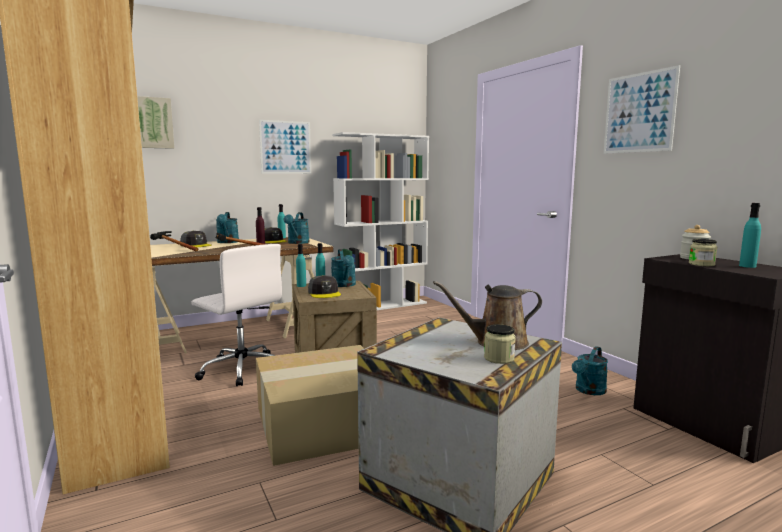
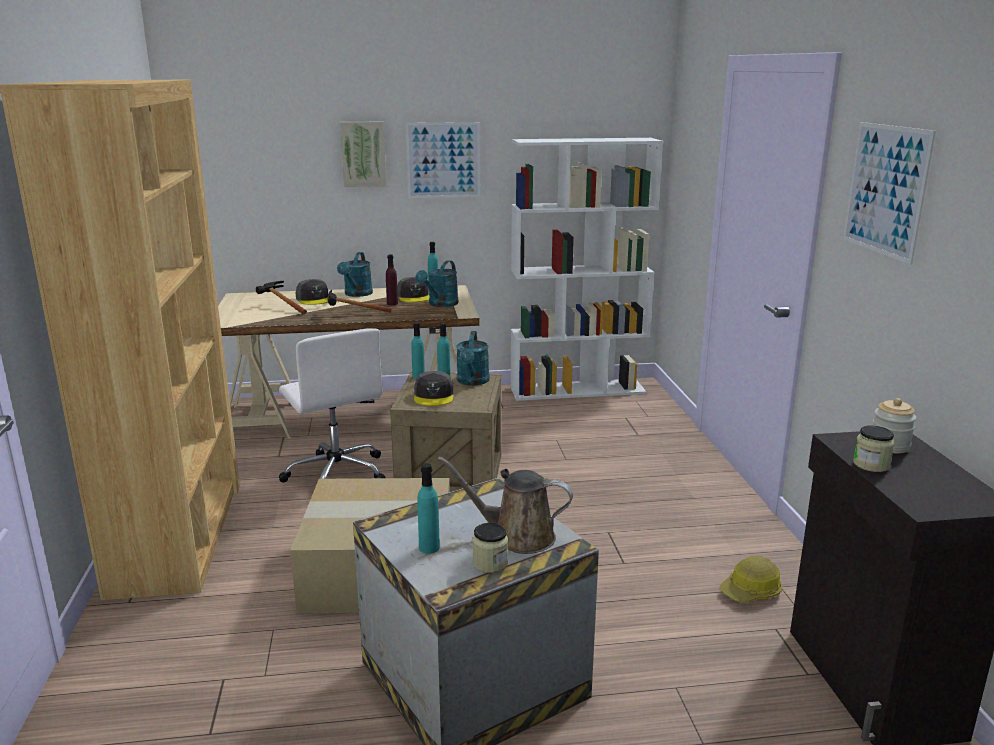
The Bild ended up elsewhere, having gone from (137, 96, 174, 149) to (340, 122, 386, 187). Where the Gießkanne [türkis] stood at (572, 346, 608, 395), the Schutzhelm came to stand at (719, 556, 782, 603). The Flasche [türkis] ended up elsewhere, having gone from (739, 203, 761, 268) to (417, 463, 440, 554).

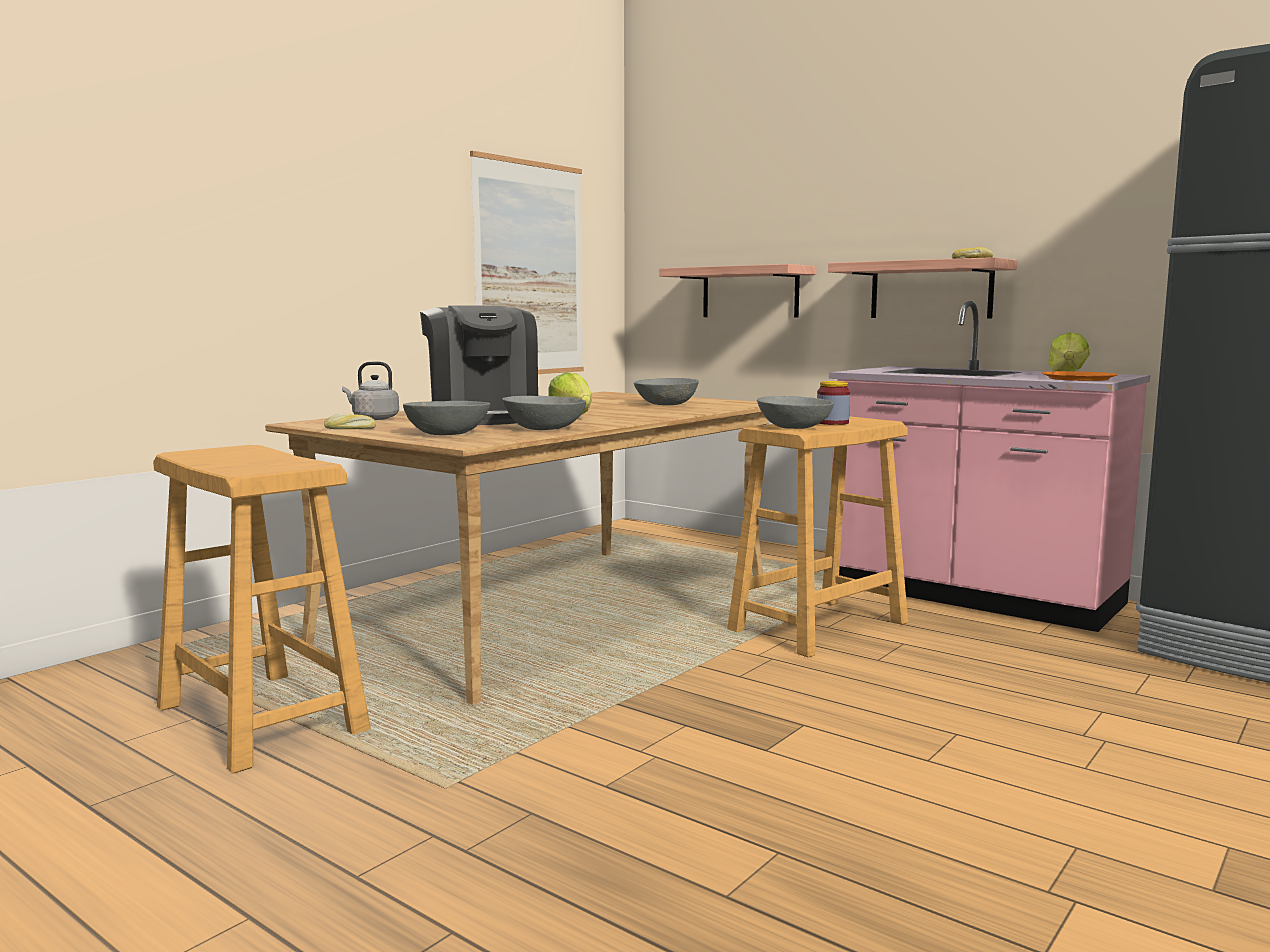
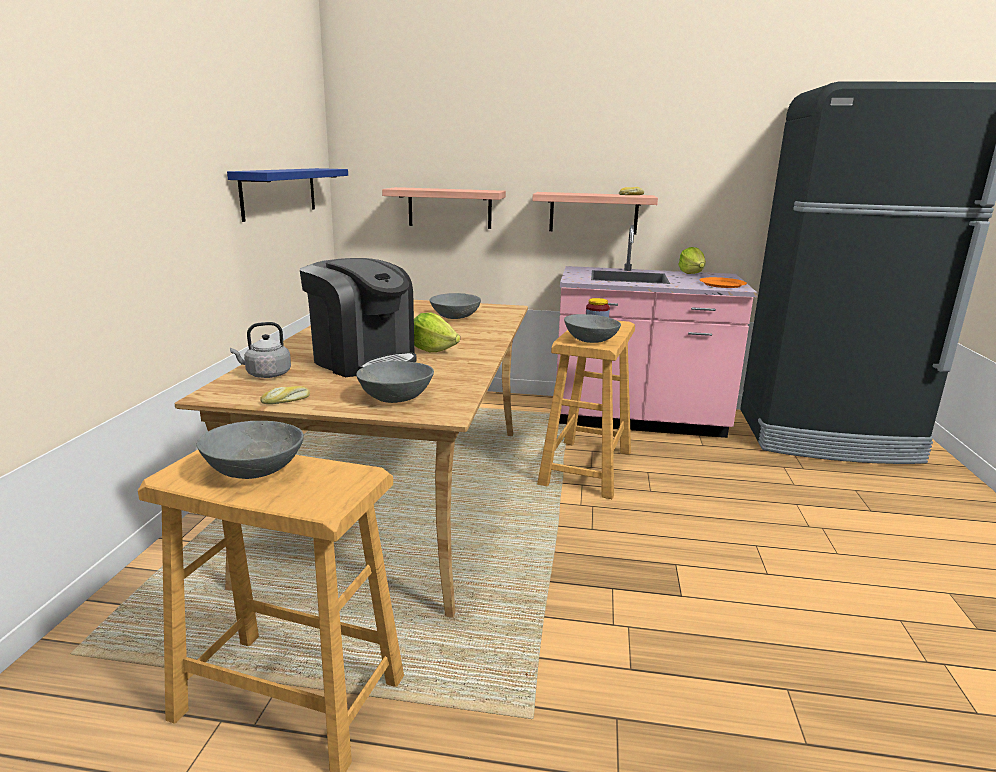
Where the Bild hung at (470, 151, 584, 374), the Wandregal [blau] came to hang at (227, 168, 348, 222). The Schüssel [grau] ended up elsewhere, having gone from (502, 396, 586, 430) to (196, 421, 304, 479).

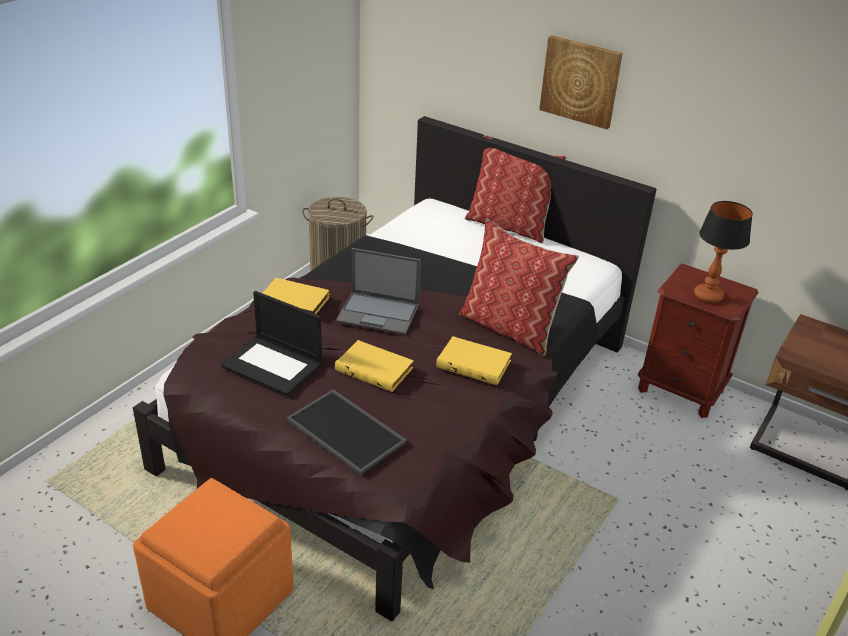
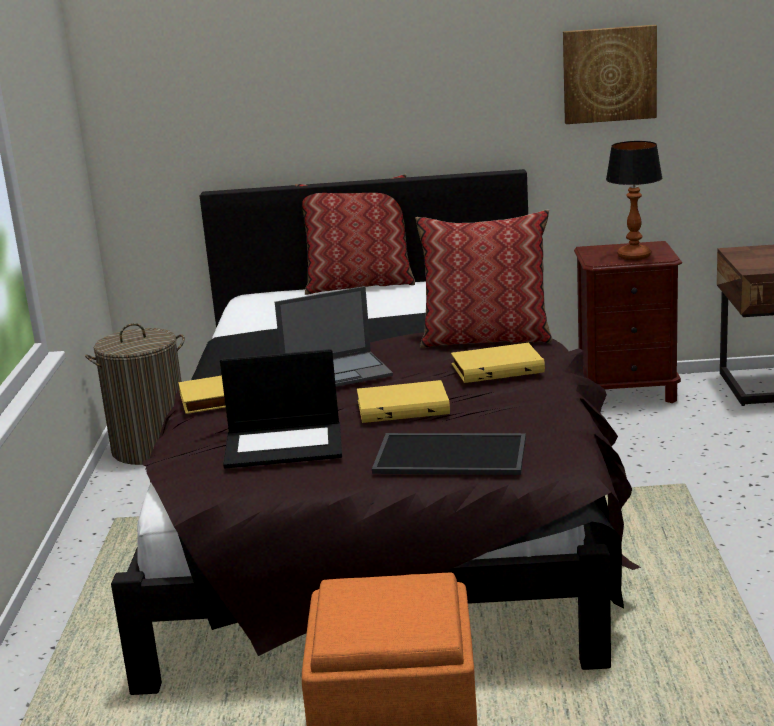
The Bild ended up elsewhere, having gone from (539, 35, 623, 129) to (563, 25, 657, 124).

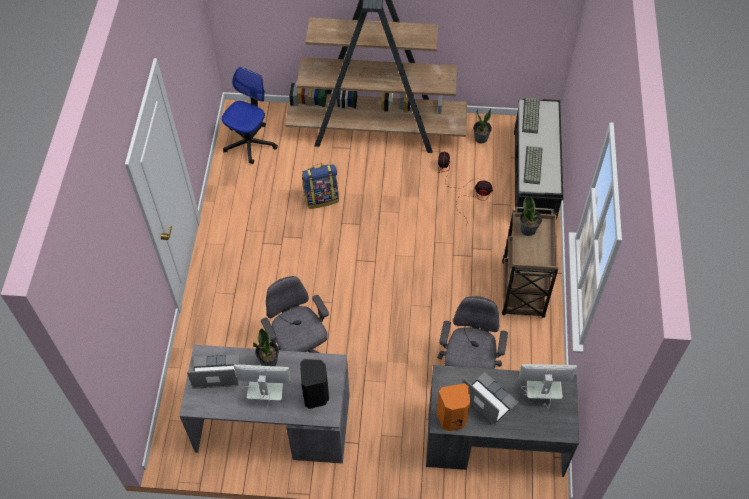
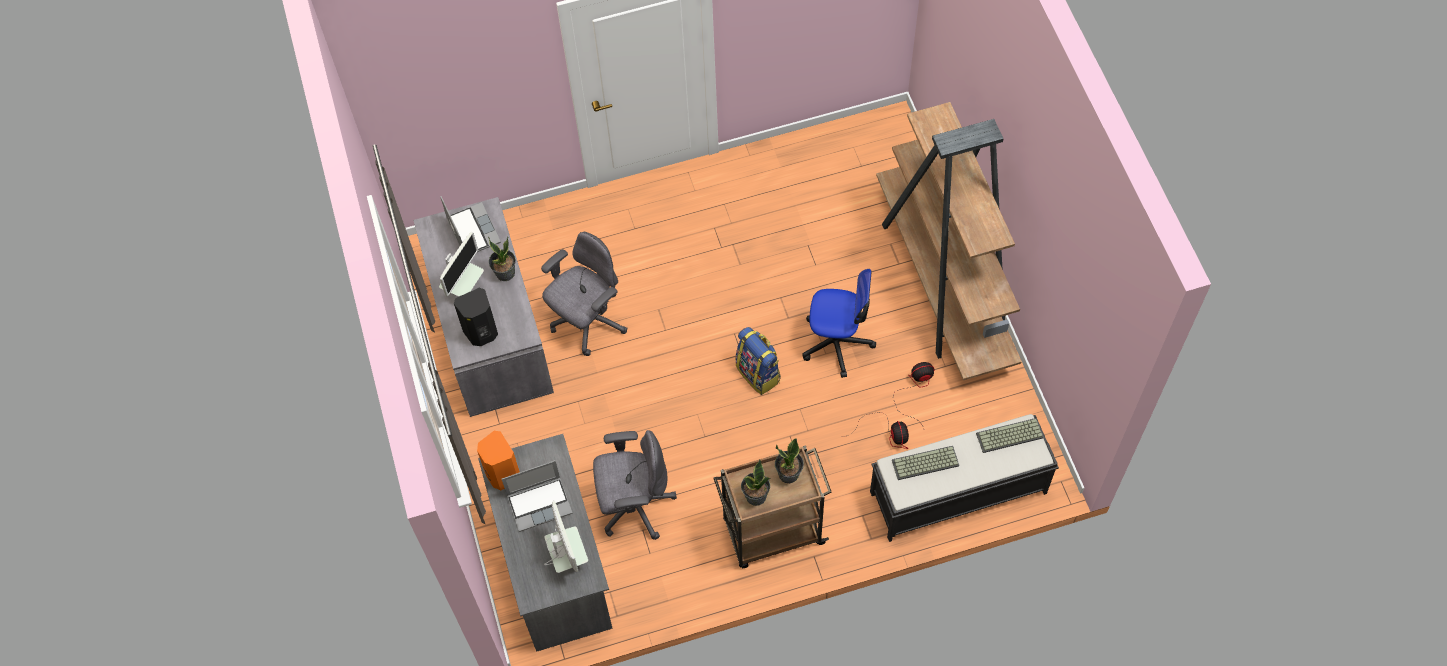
The Bürostuhl ended up elsewhere, having gone from (222, 67, 278, 164) to (802, 269, 876, 378). The Monitor at (234, 364, 291, 410) ended up facing another way, 45 degrees clockwise from before. The Rucksack ended up elsewhere, having gone from (302, 163, 339, 209) to (736, 327, 781, 395). The Laptop at (463, 372, 519, 425) ended up facing another way, 45 degrees clockwise from before. The Topfpflanze ended up elsewhere, having gone from (473, 108, 492, 143) to (741, 460, 770, 506).

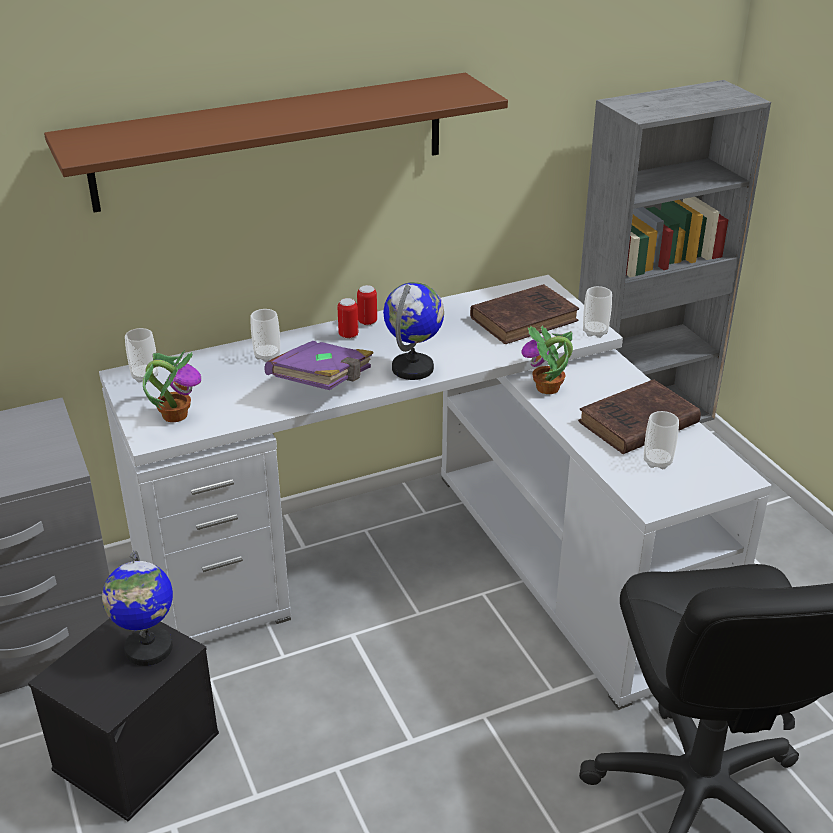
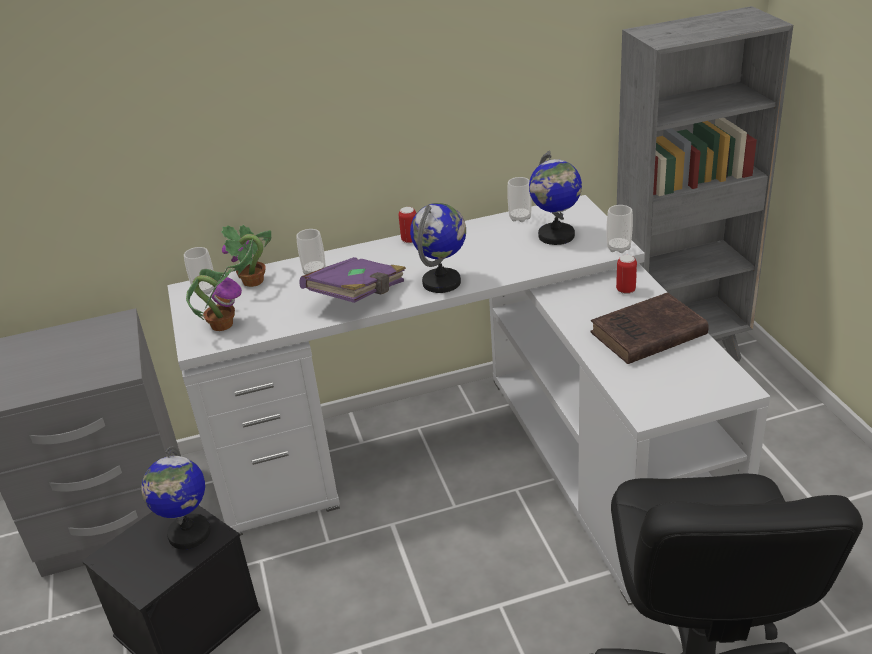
The second view lost the Wandregal [braun] at (44, 73, 508, 212). The Dose ended up elsewhere, having gone from (337, 298, 358, 339) to (616, 255, 637, 294). Where the Buch [braun] stood at (470, 284, 579, 344), the Globus came to stand at (529, 151, 582, 245). The Topfpflanze ended up elsewhere, having gone from (521, 325, 573, 394) to (221, 225, 271, 287). The Tasse ended up elsewhere, having gone from (644, 411, 679, 469) to (507, 177, 532, 222).

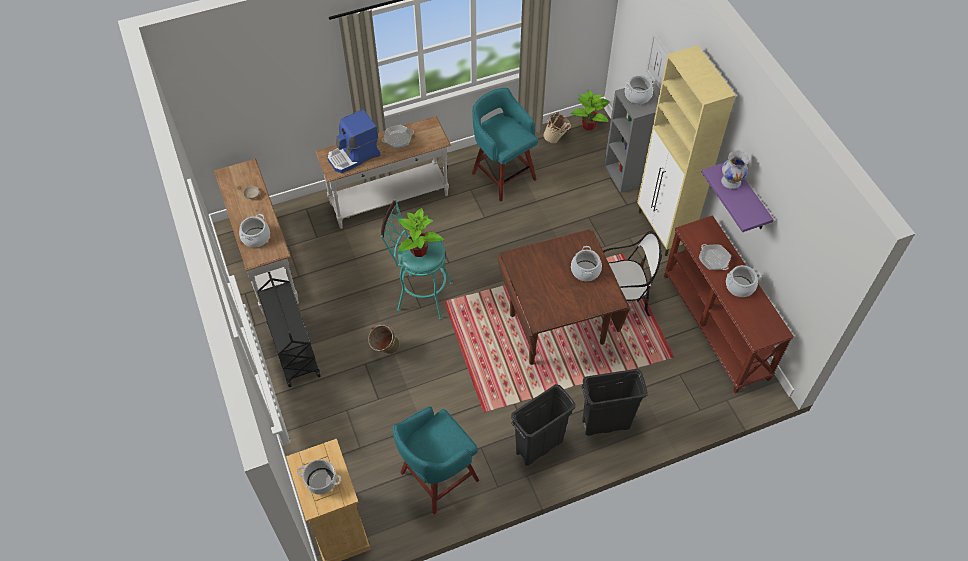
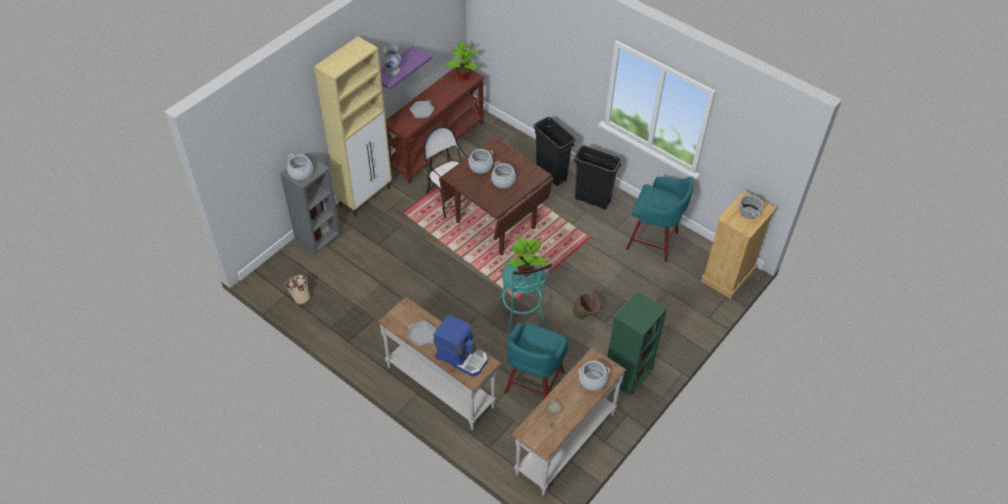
Where the Rollwagen [schwarz] stood at (257, 272, 321, 387), the Bücherregal [grün] came to stand at (607, 291, 667, 396). The Hocker [türkis] ended up elsewhere, having gone from (472, 88, 538, 202) to (504, 322, 568, 398). The Topfpflanze ended up elsewhere, having gone from (571, 90, 609, 131) to (445, 40, 479, 81). The second view lost the Bild at (646, 32, 670, 91). The Kochtopf ended up elsewhere, having gone from (726, 265, 761, 297) to (491, 161, 516, 188).

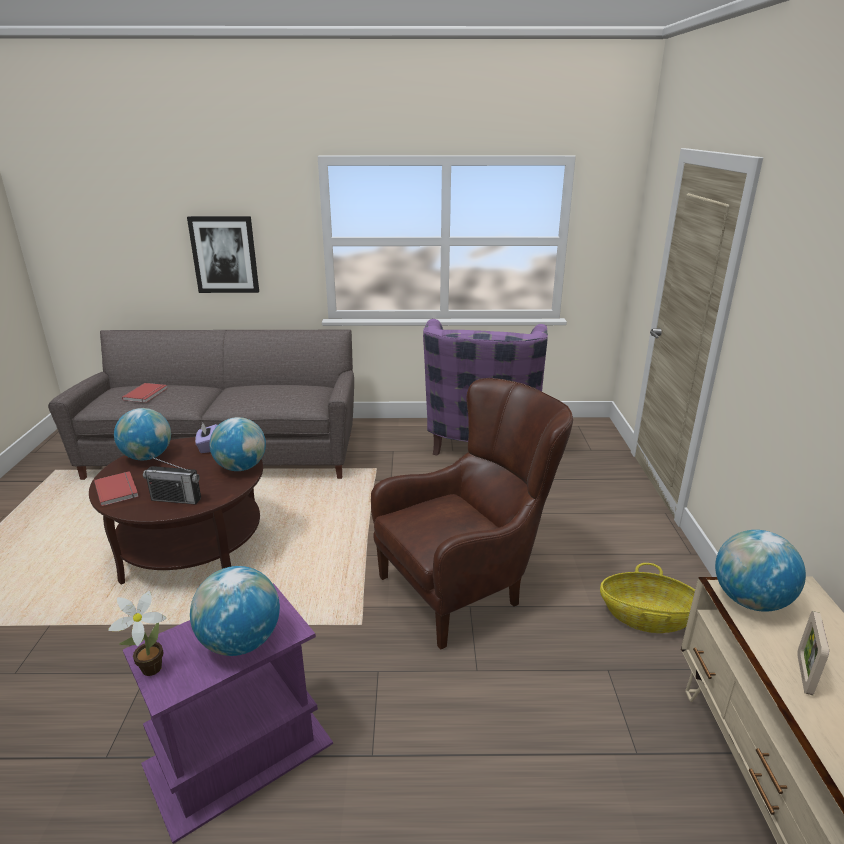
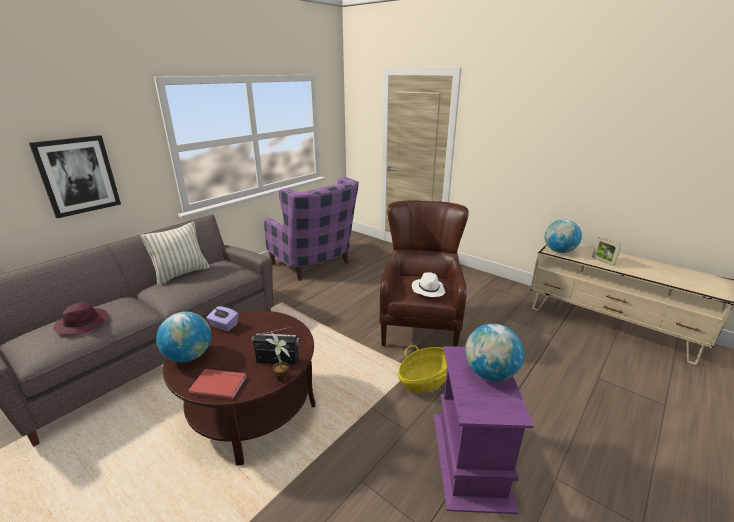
The Topfpflanze ended up elsewhere, having gone from (108, 591, 166, 676) to (266, 332, 290, 382). Where the Buch [rot] stood at (122, 383, 168, 403), the Hut [lila] came to stand at (53, 303, 108, 335). The Radio at (143, 456, 201, 505) ended up facing another way, 135 degrees counterclockwise from before. The second view lost the Globus at (210, 417, 266, 471). The Korb ended up elsewhere, having gone from (600, 563, 695, 633) to (398, 345, 447, 393). The second view gained the Kissen at (140, 222, 210, 285). The second view gained the Hut [weiß] at (412, 272, 445, 297).

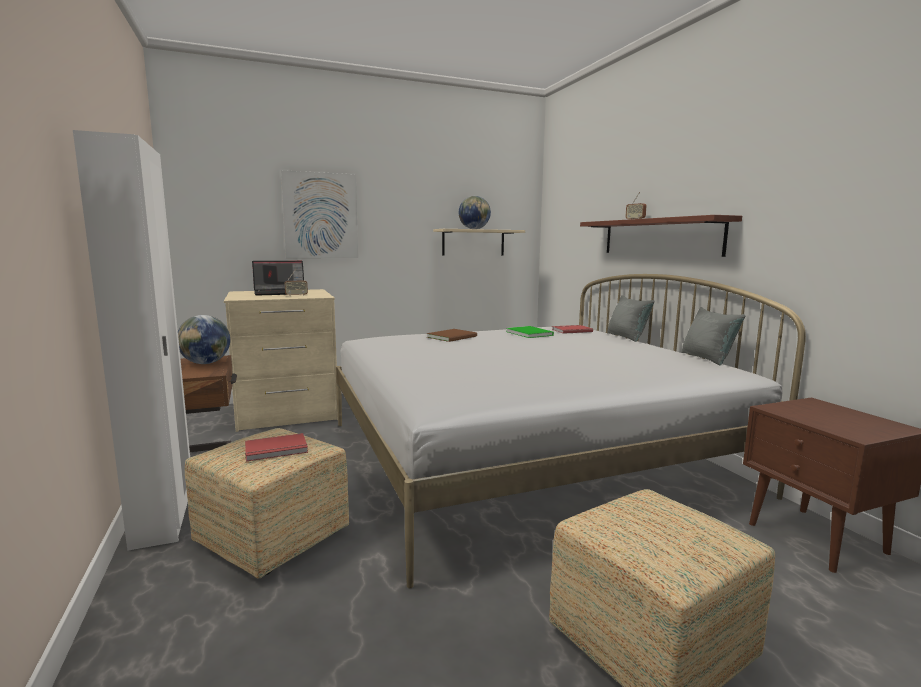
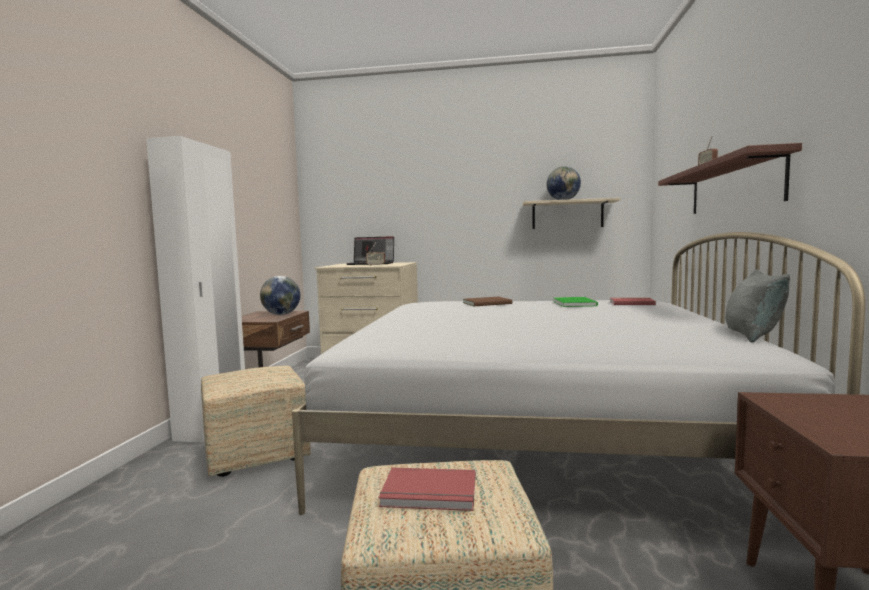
The Buch [rot] ended up elsewhere, having gone from (245, 433, 308, 461) to (378, 468, 475, 511). The second view lost the Bild at (281, 170, 358, 258). The second view lost the Kissen [grau] at (607, 295, 655, 342).

